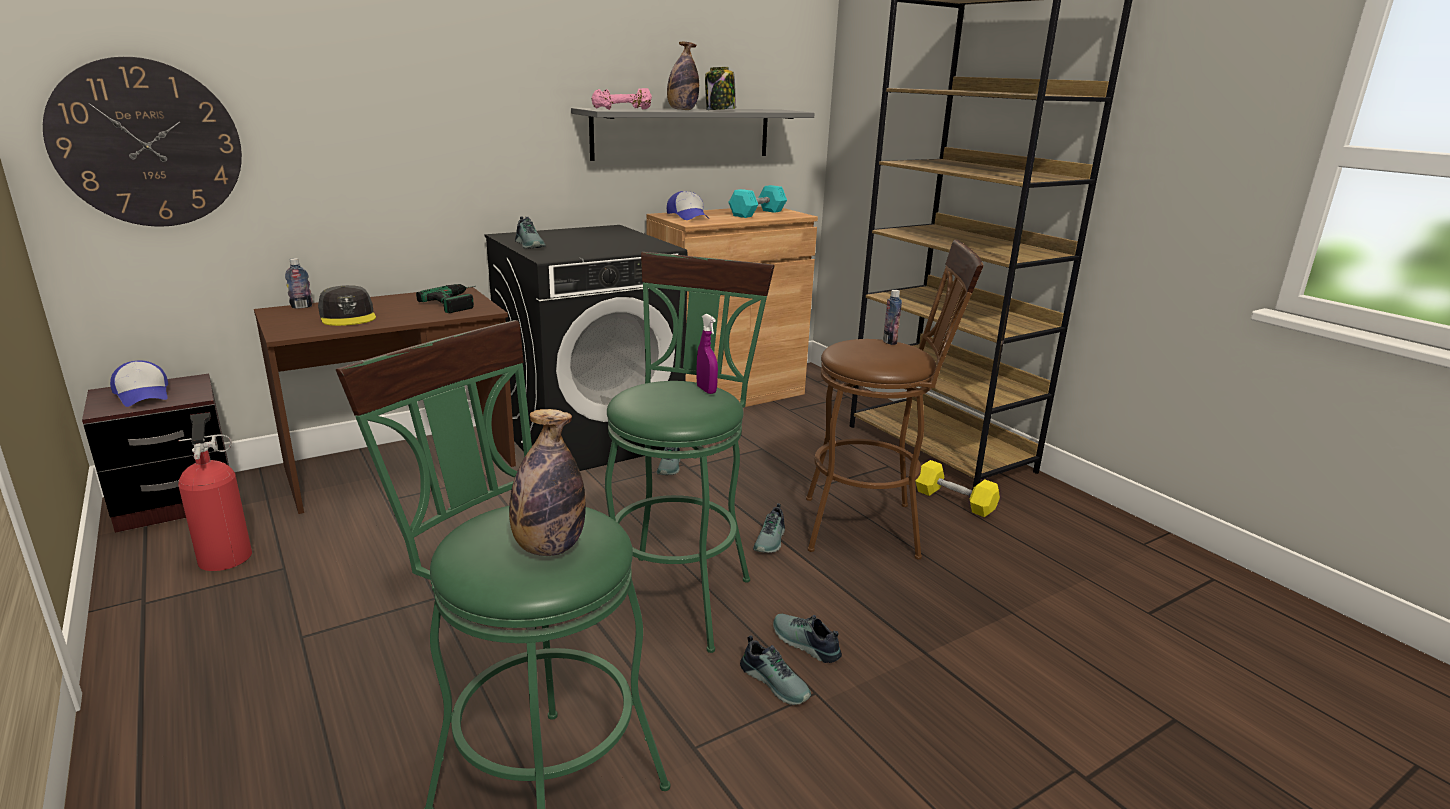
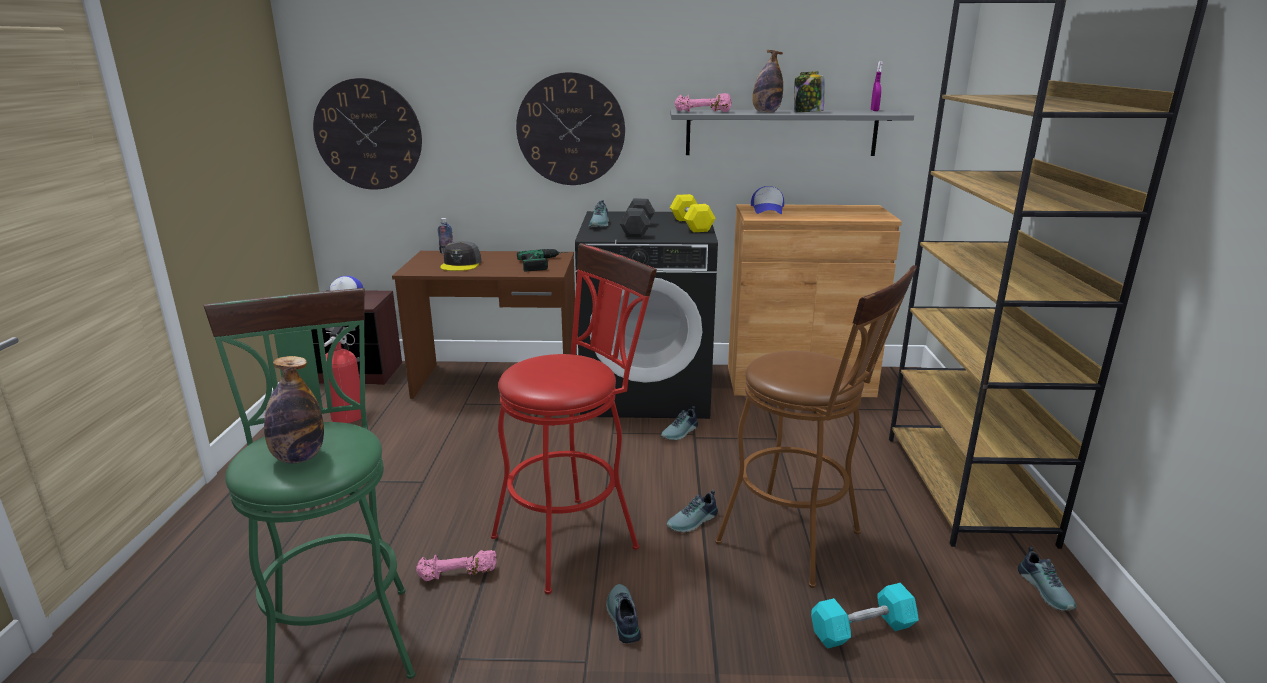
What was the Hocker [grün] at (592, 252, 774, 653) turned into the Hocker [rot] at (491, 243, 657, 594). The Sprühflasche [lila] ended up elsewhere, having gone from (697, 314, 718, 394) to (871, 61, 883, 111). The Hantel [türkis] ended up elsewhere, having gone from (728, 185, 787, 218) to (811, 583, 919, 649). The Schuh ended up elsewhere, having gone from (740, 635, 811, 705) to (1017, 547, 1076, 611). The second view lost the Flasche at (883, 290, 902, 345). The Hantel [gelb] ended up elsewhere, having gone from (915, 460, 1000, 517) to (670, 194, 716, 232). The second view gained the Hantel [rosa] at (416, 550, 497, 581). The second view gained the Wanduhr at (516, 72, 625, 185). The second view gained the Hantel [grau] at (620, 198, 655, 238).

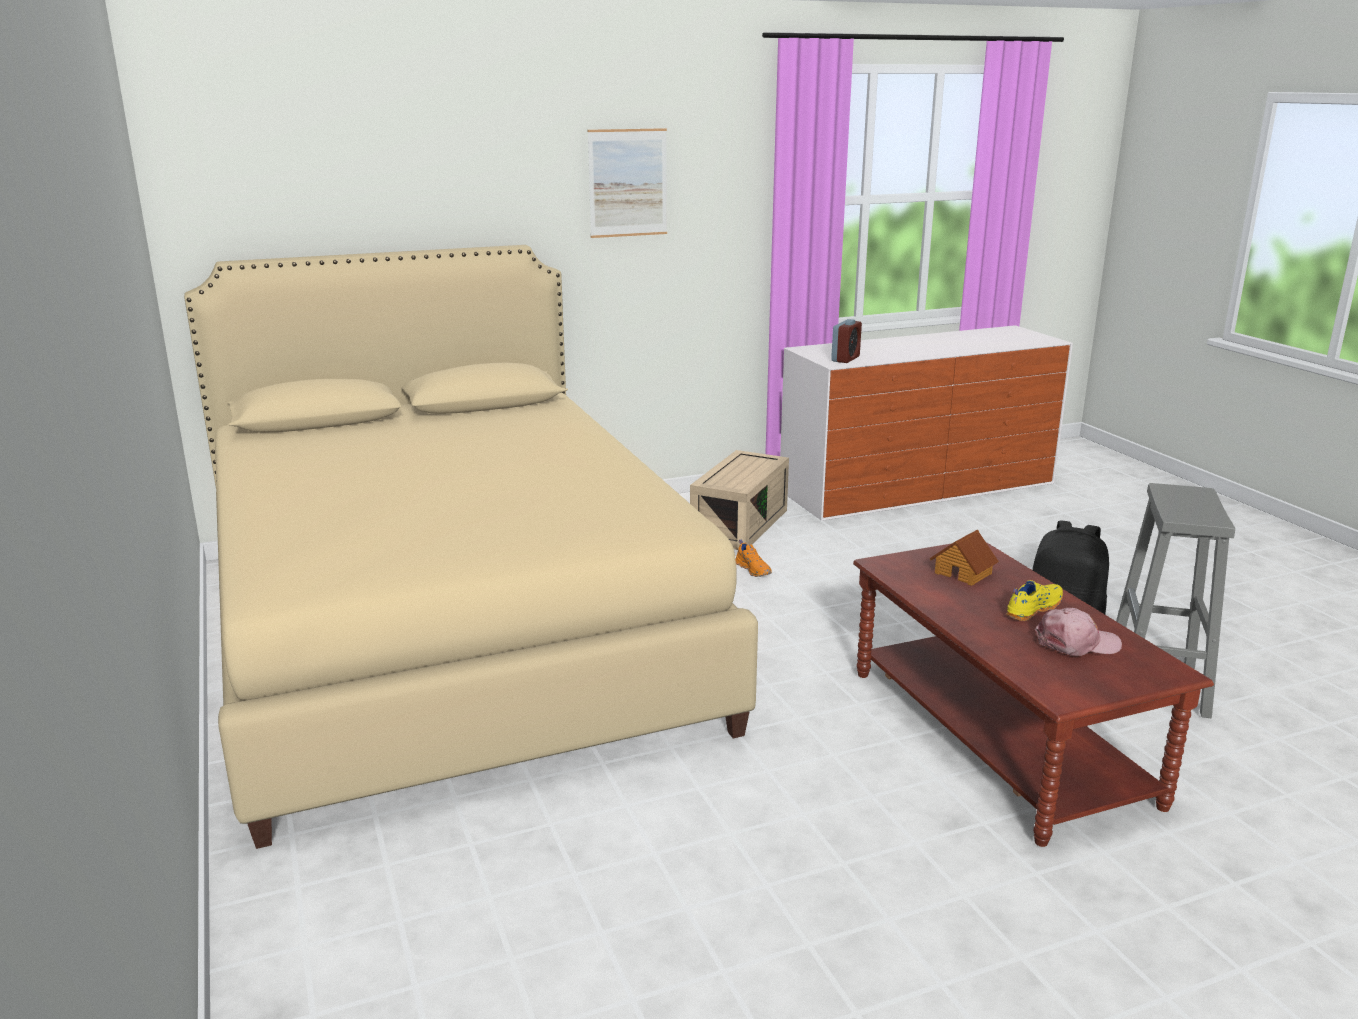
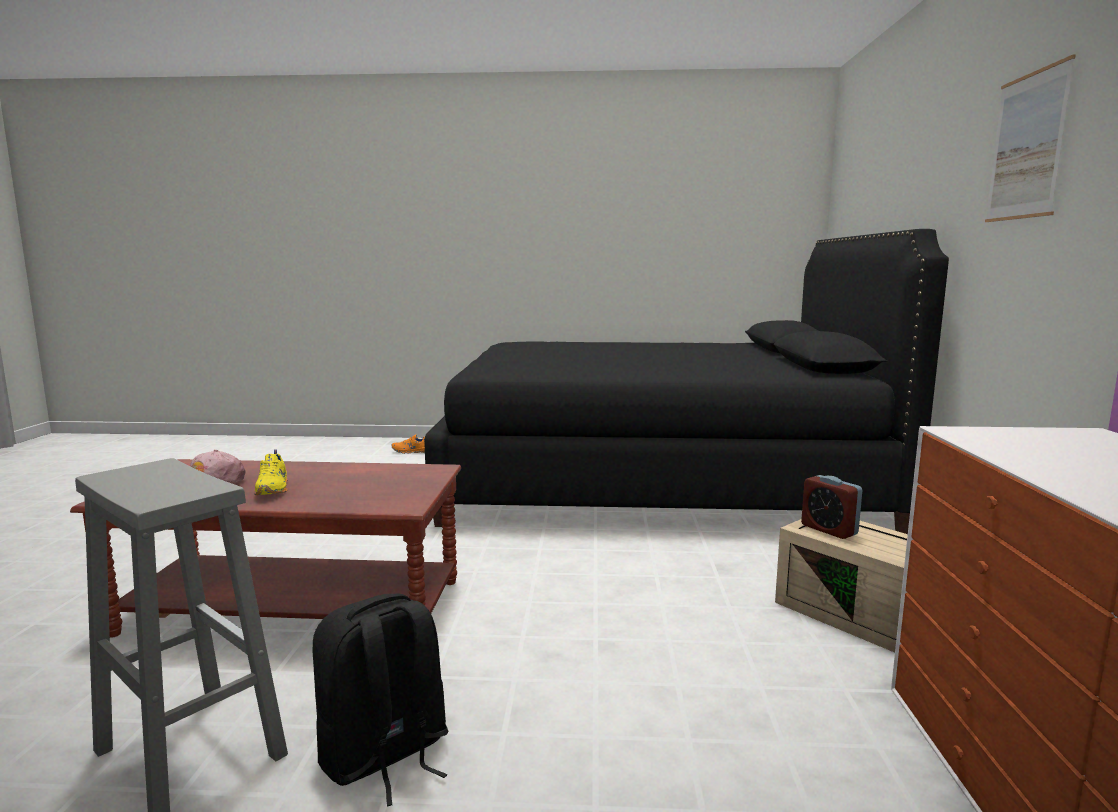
What was the Bett [beige] at (184, 245, 758, 849) turned into the Bett [schwarz] at (424, 229, 949, 534). The Schuh [orange] ended up elsewhere, having gone from (735, 540, 772, 577) to (391, 434, 425, 454). The Wecker ended up elsewhere, having gone from (831, 319, 862, 363) to (801, 475, 862, 539). The second view lost the Spielzeughaus at (930, 529, 999, 586).

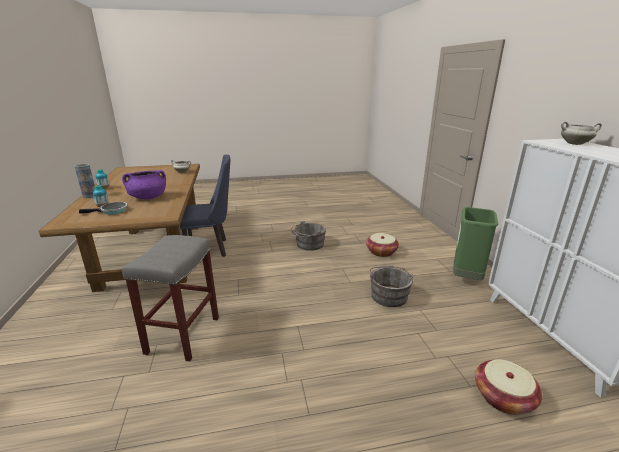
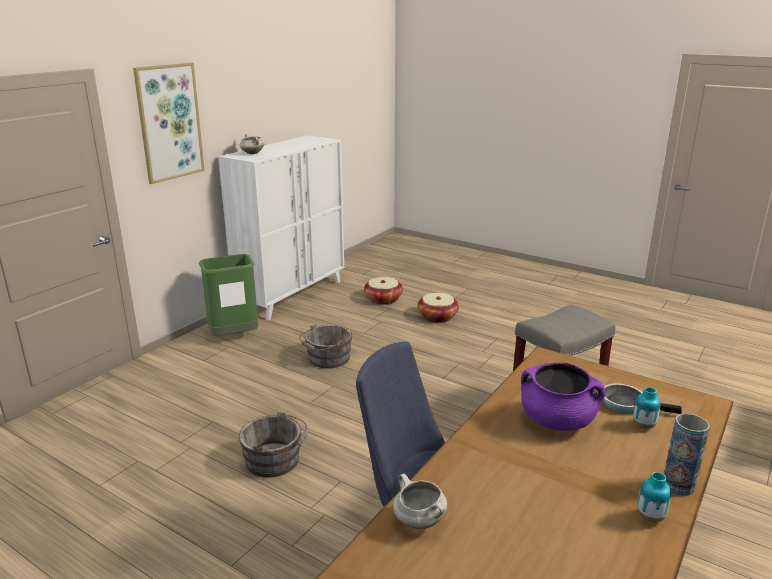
The Korb ended up elsewhere, having gone from (366, 233, 399, 257) to (418, 293, 459, 323). The second view gained the Bild at (133, 63, 205, 184).

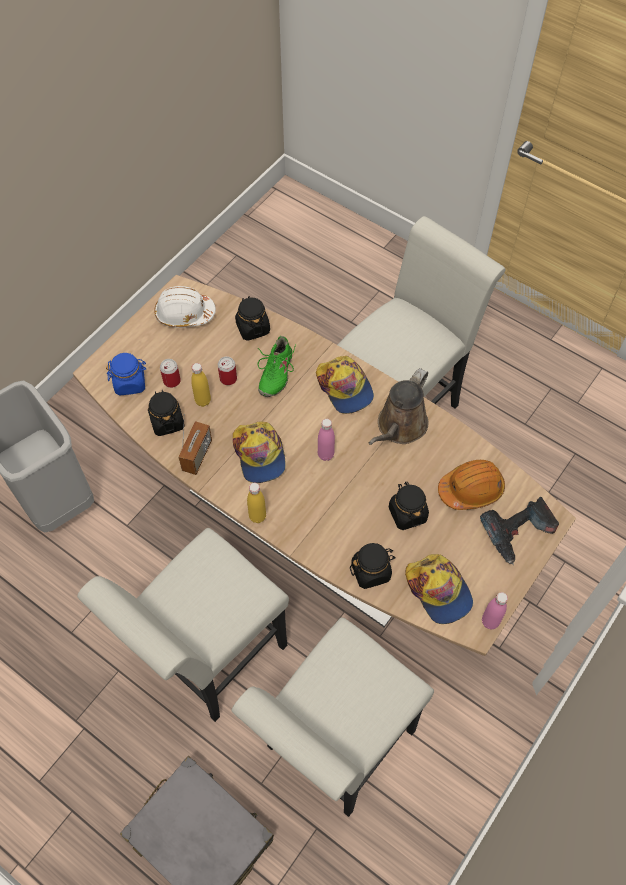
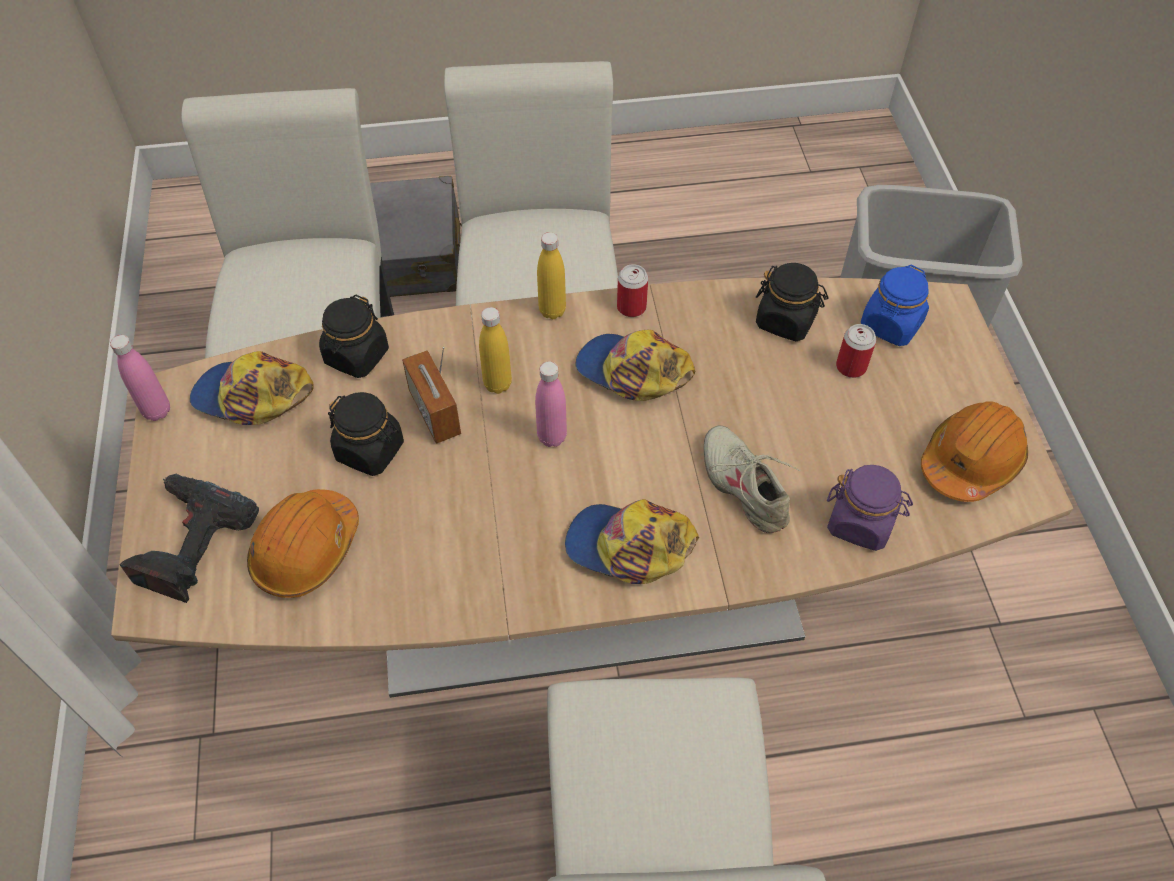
What was the Schutzhelm [weiß] at (154, 286, 216, 328) turned into the Schutzhelm [orange] at (921, 401, 1028, 502). The Radio ended up elsewhere, having gone from (178, 414, 212, 475) to (402, 347, 461, 444). The Flasche [gelb] ended up elsewhere, having gone from (191, 363, 211, 407) to (479, 307, 512, 394). The Dose ended up elsewhere, having gone from (218, 356, 237, 385) to (617, 264, 648, 317). What was the Vorratsglas [schwarz] at (235, 296, 270, 341) turned into the Vorratsglas [lila] at (827, 465, 913, 551). What was the Schuh [grün] at (257, 336, 296, 397) turned into the Schuh [beige] at (704, 425, 800, 533). The second view lost the Gießkanne [braun] at (368, 368, 429, 445).

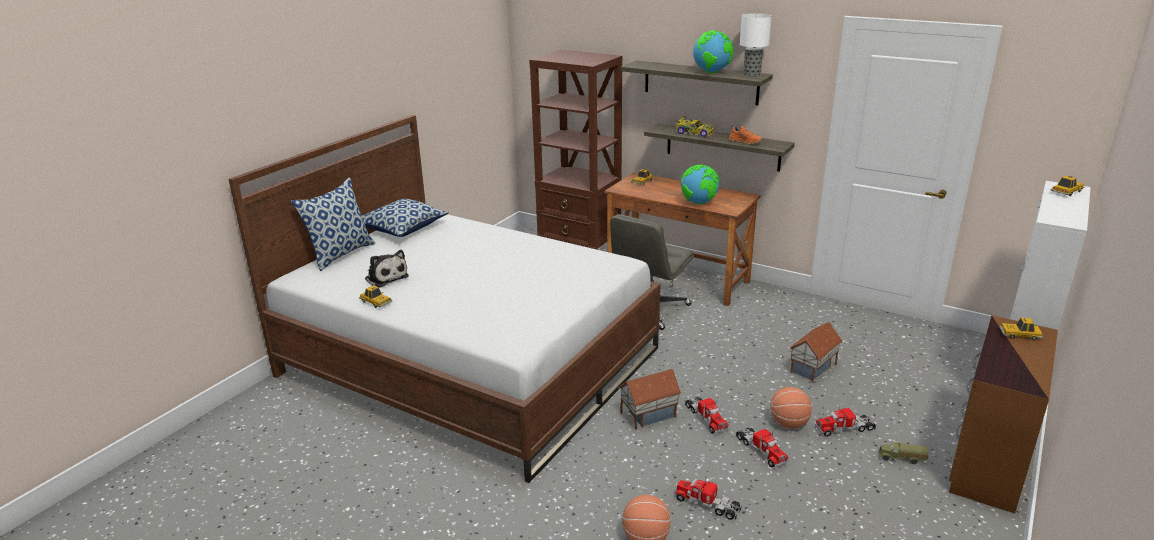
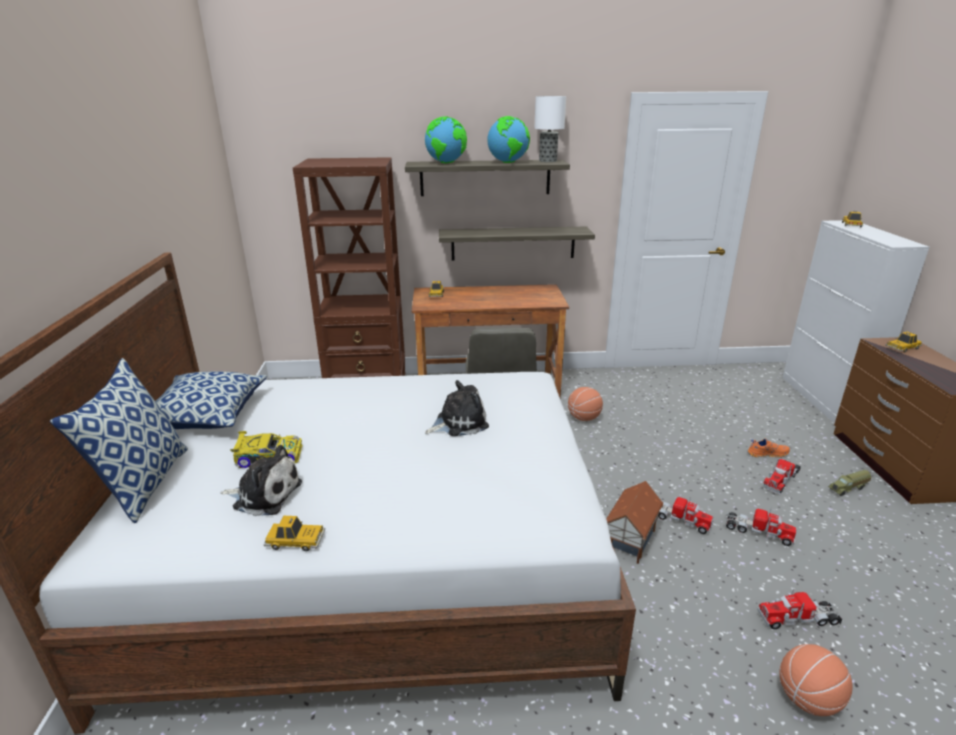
The Spielzeugauto ended up elsewhere, having gone from (676, 116, 714, 137) to (230, 431, 302, 468). The Globus ended up elsewhere, having gone from (681, 165, 720, 204) to (425, 116, 467, 163). The Schuh [orange] ended up elsewhere, having gone from (729, 125, 762, 144) to (748, 439, 790, 458). The Basketball ended up elsewhere, having gone from (770, 387, 812, 429) to (568, 387, 603, 421). The second view lost the Spielzeughaus at (789, 322, 843, 382). The second view gained the Plüschtier at (425, 380, 489, 436).

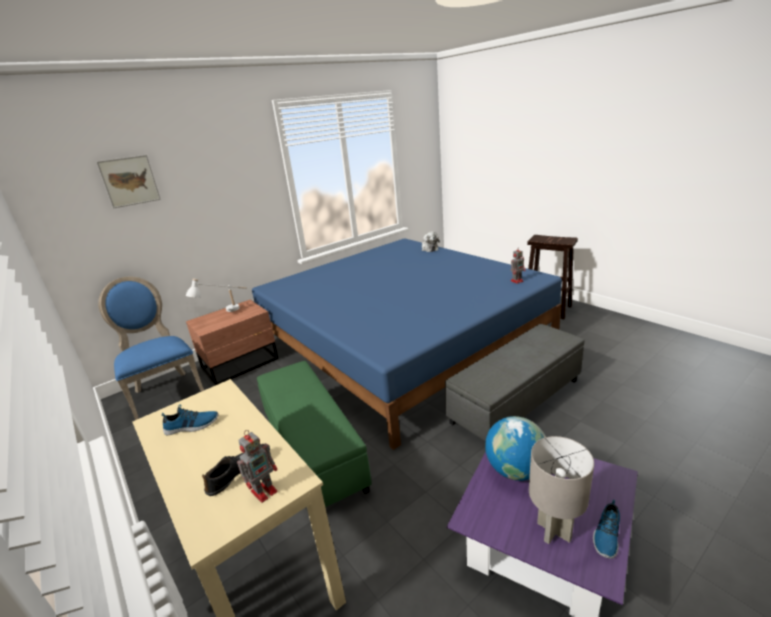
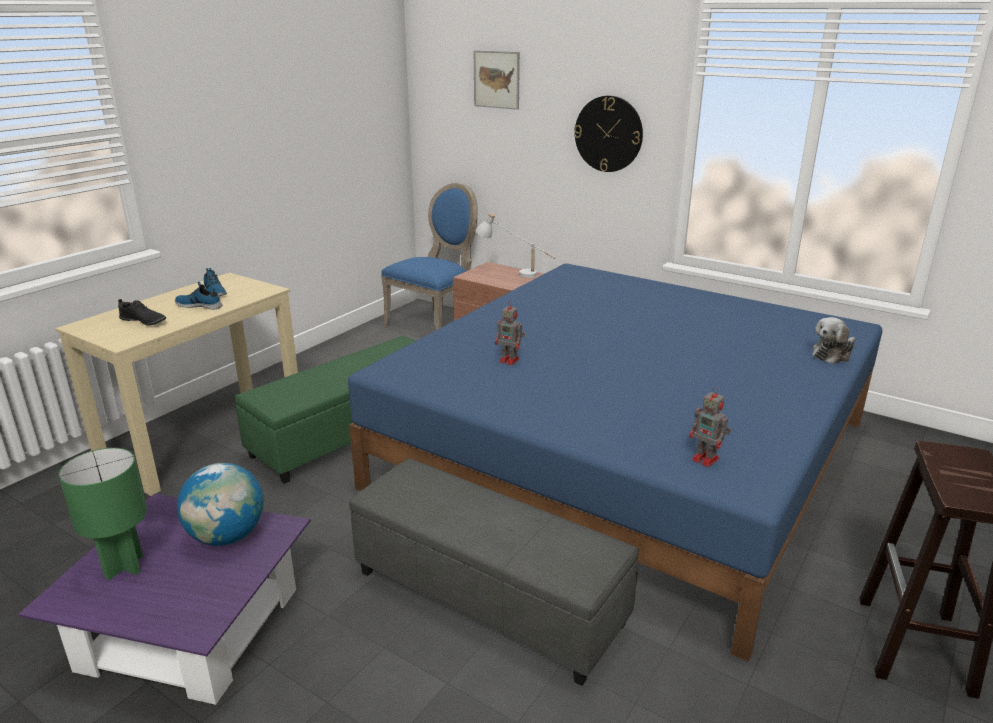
The Spielzeugroboter ended up elsewhere, having gone from (237, 430, 277, 503) to (495, 301, 525, 365). What was the Tischlampe [grau] at (529, 436, 594, 544) turned into the Tischlampe [grün] at (59, 448, 147, 580). The Schuh ended up elsewhere, having gone from (593, 500, 620, 559) to (175, 282, 222, 310). The second view gained the Wanduhr at (574, 95, 643, 172).

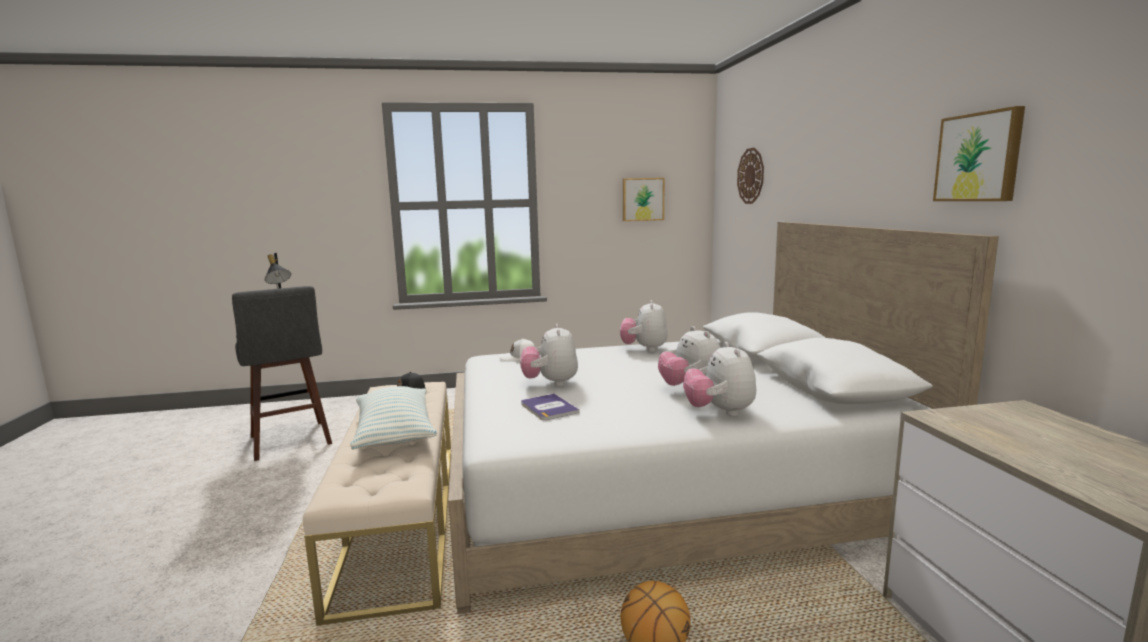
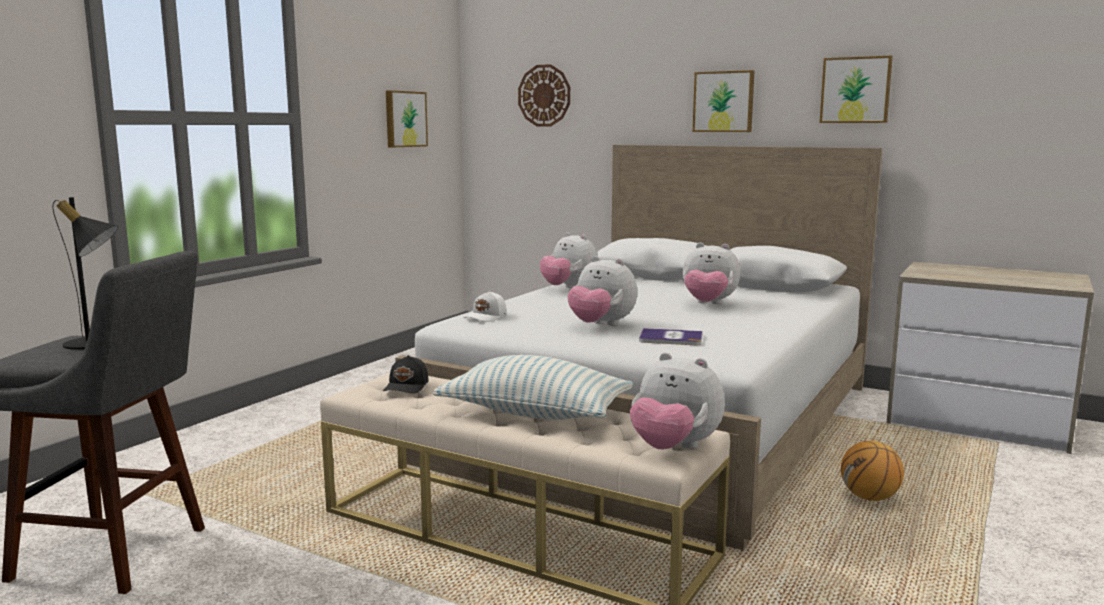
The Plüschtier ended up elsewhere, having gone from (683, 342, 756, 416) to (630, 352, 725, 450). The second view gained the Bild at (693, 70, 754, 132).

